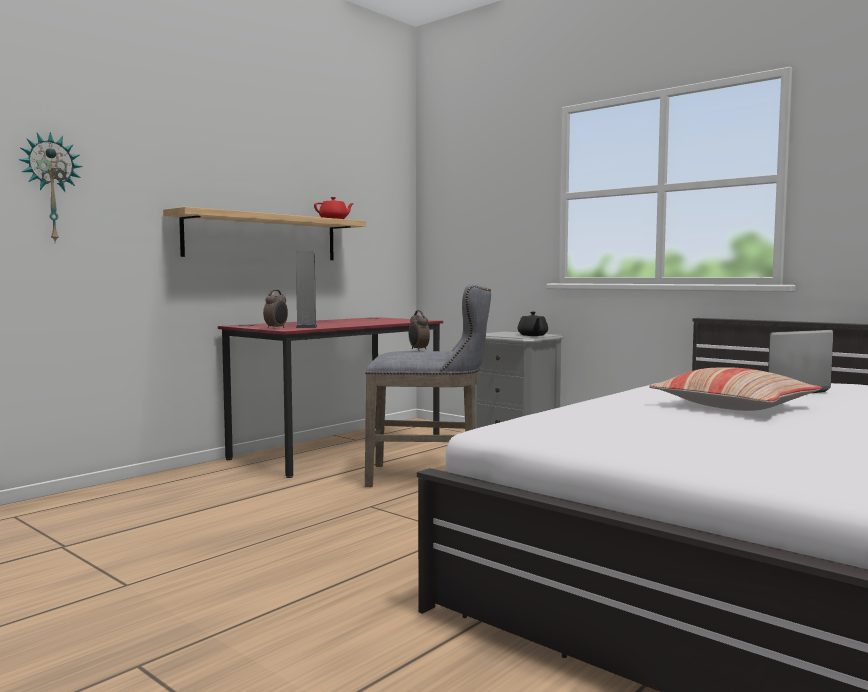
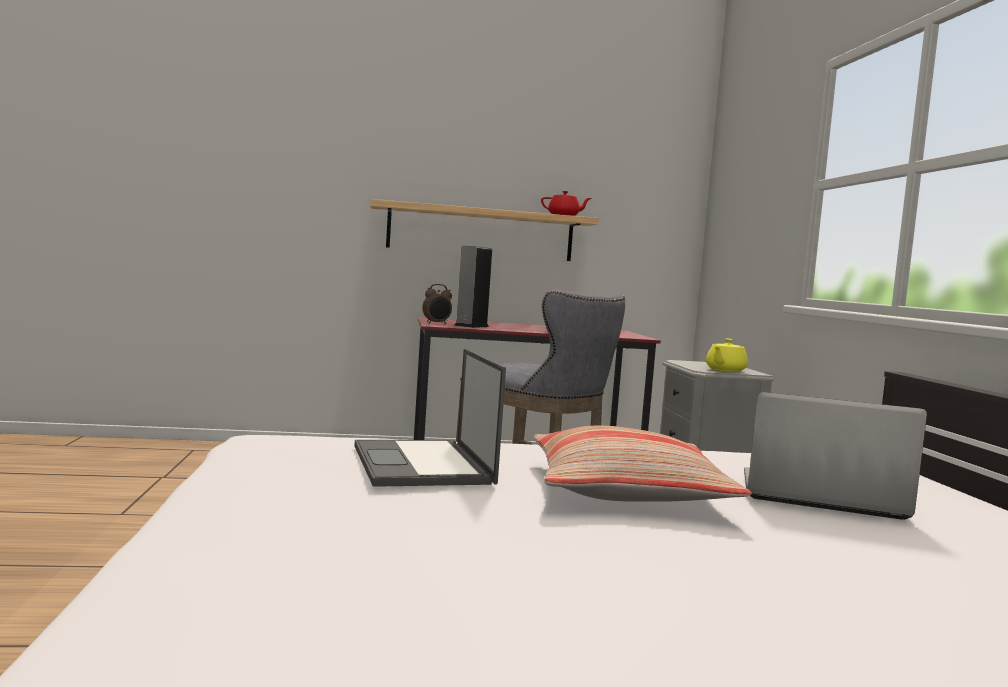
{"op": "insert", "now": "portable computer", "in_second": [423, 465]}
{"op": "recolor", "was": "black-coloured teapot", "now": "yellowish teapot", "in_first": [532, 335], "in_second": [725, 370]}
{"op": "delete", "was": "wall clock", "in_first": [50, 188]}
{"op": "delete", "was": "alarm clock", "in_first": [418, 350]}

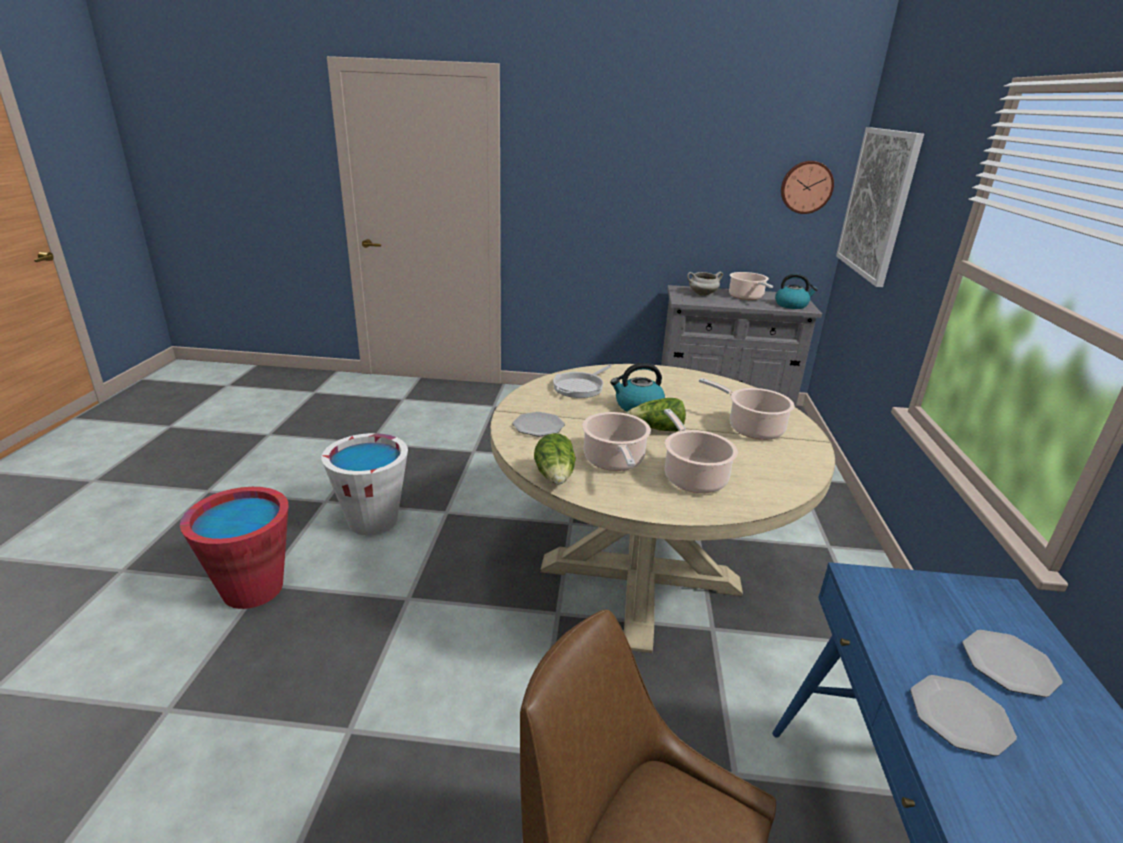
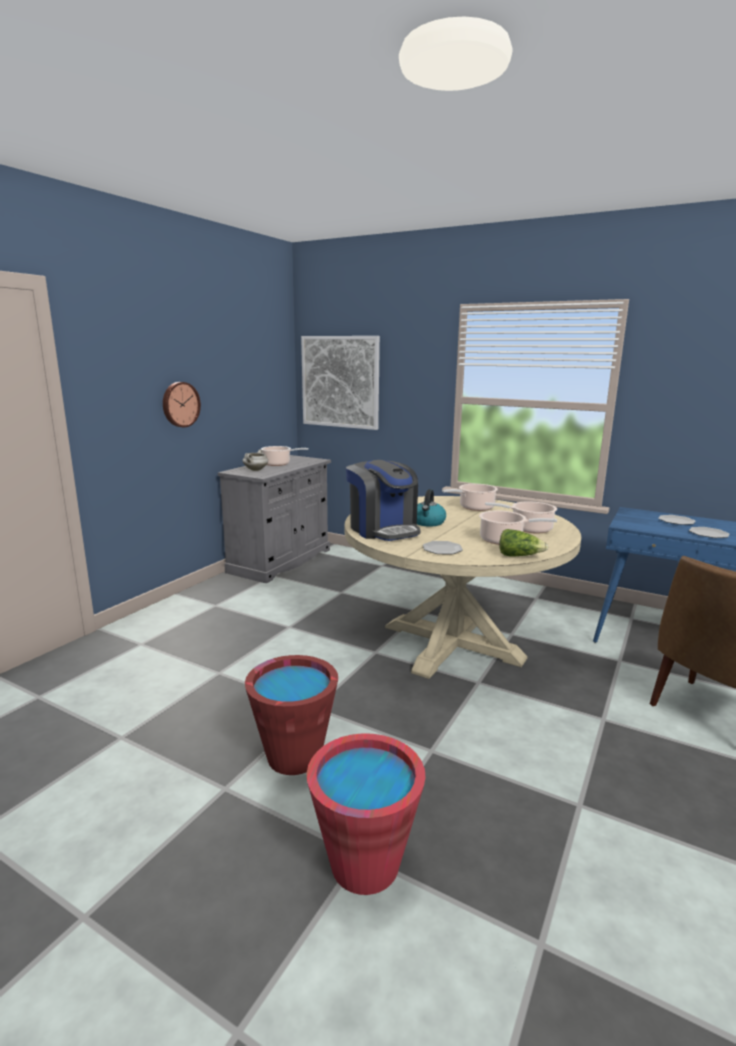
{"op": "move", "was": "wall clock", "in_first": [806, 187], "in_second": [180, 404]}
{"op": "recolor", "was": "white-coloured pail", "now": "red pail", "in_first": [373, 521], "in_second": [294, 756]}
{"op": "replace", "was": "pan", "now": "coffee brewer", "in_first": [580, 387], "in_second": [383, 529]}
{"op": "delete", "was": "lettuce", "in_first": [657, 429]}
{"op": "delete", "was": "kettle", "in_first": [791, 305]}

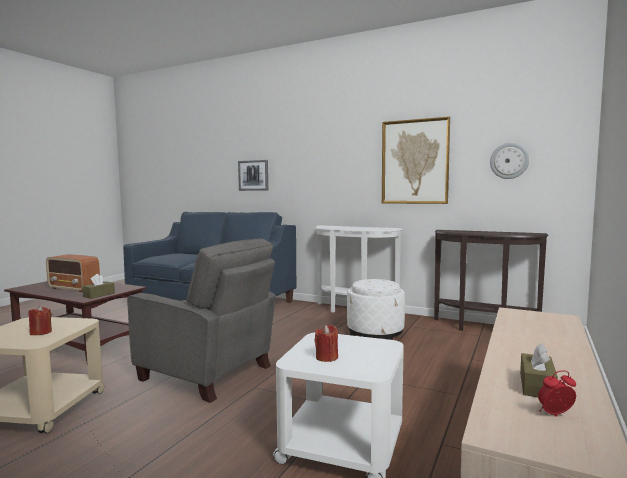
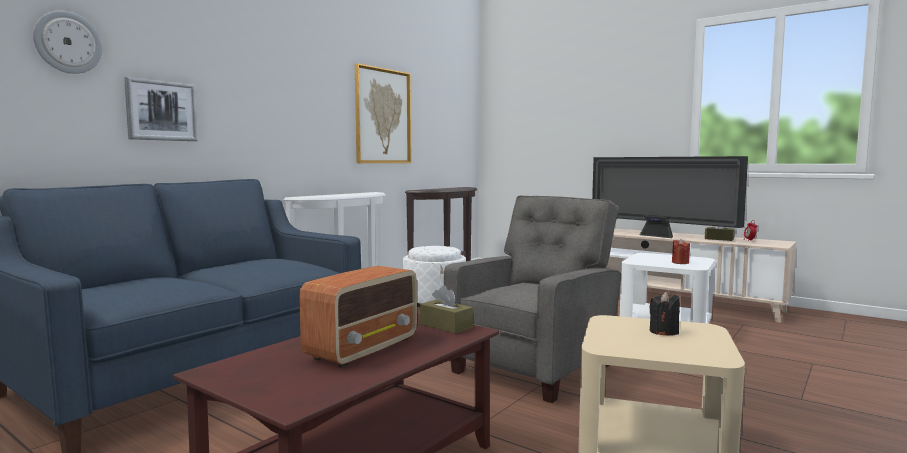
{"op": "move", "was": "wall clock", "in_first": [509, 161], "in_second": [68, 42]}
{"op": "insert", "now": "TV set", "in_second": [659, 236]}
{"op": "recolor", "was": "red wax candle", "now": "black-coloured wax candle", "in_first": [41, 332], "in_second": [663, 332]}

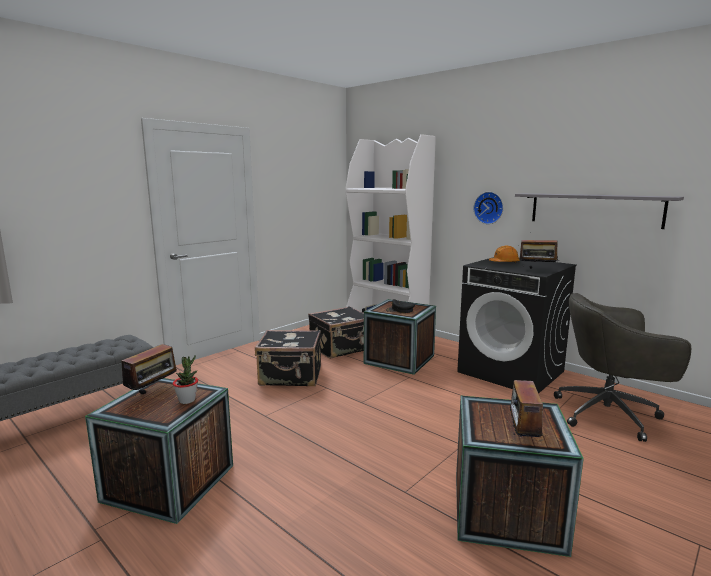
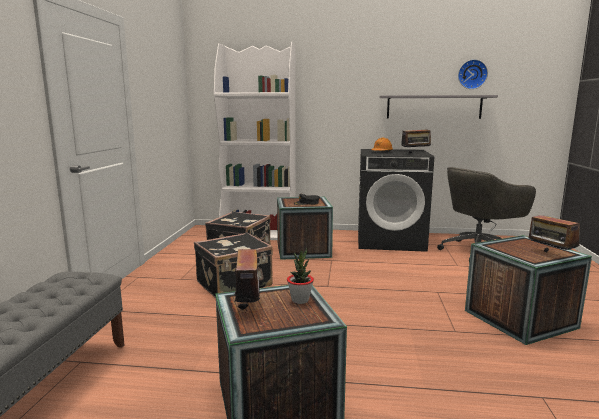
{"op": "move", "was": "wall clock", "in_first": [489, 207], "in_second": [472, 74]}

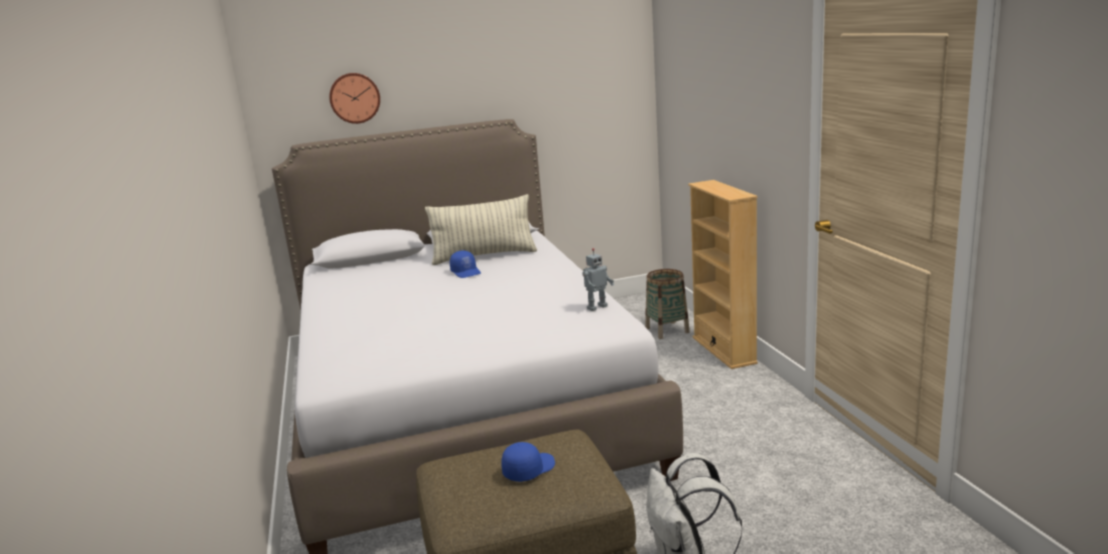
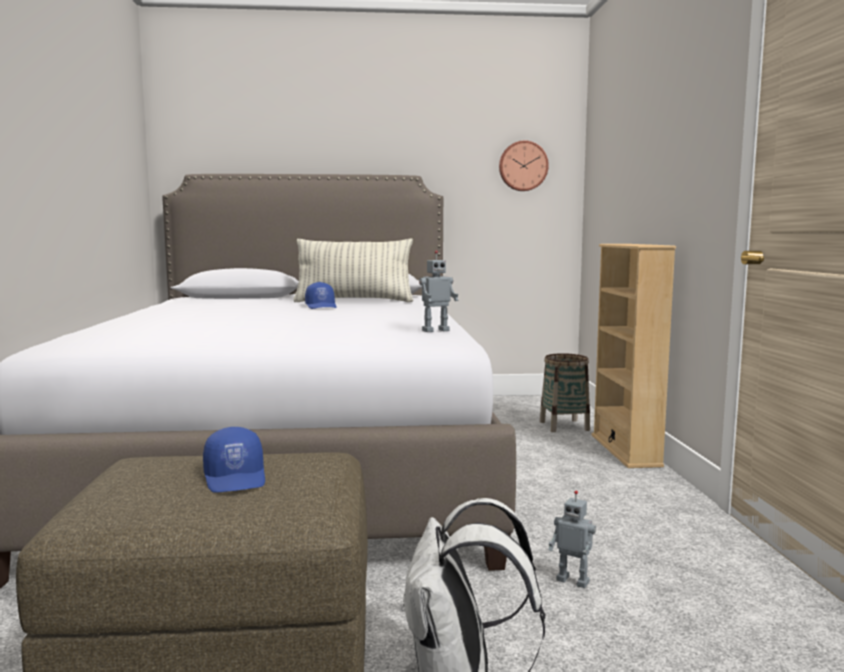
{"op": "rotate", "was": "blue cap", "in_first": [528, 469], "in_second": [236, 478], "clockwise": 105}
{"op": "move", "was": "wall clock", "in_first": [354, 98], "in_second": [523, 166]}
{"op": "insert", "now": "model robot", "in_second": [573, 580]}

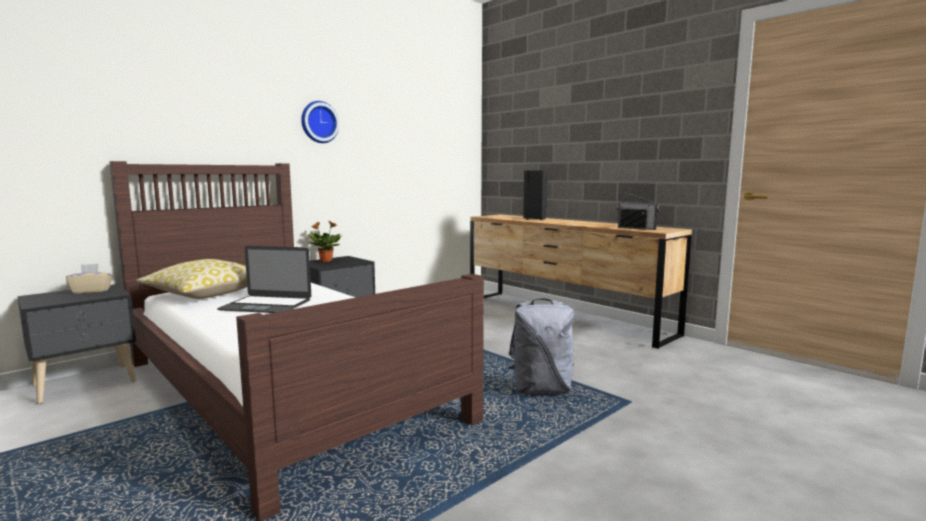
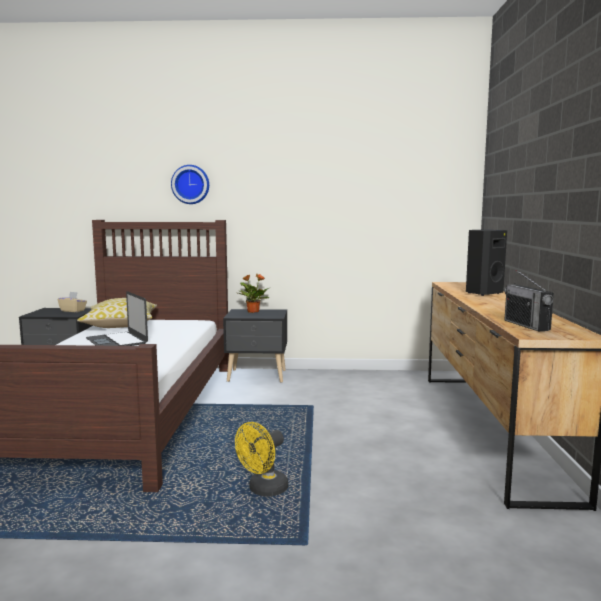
{"op": "move", "was": "wall clock", "in_first": [319, 122], "in_second": [191, 184]}
{"op": "replace", "was": "greyish knapsack", "now": "yellowish cooling fan", "in_first": [541, 389], "in_second": [264, 490]}

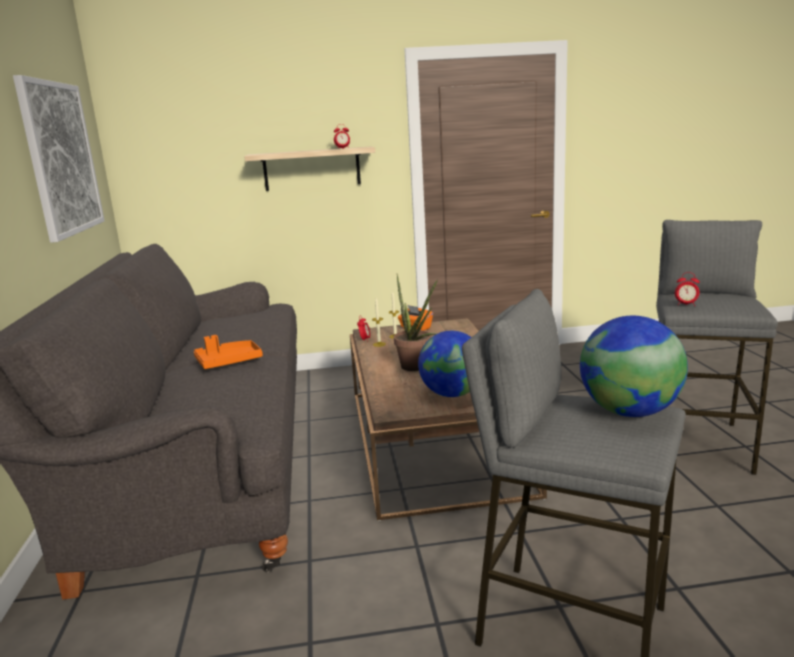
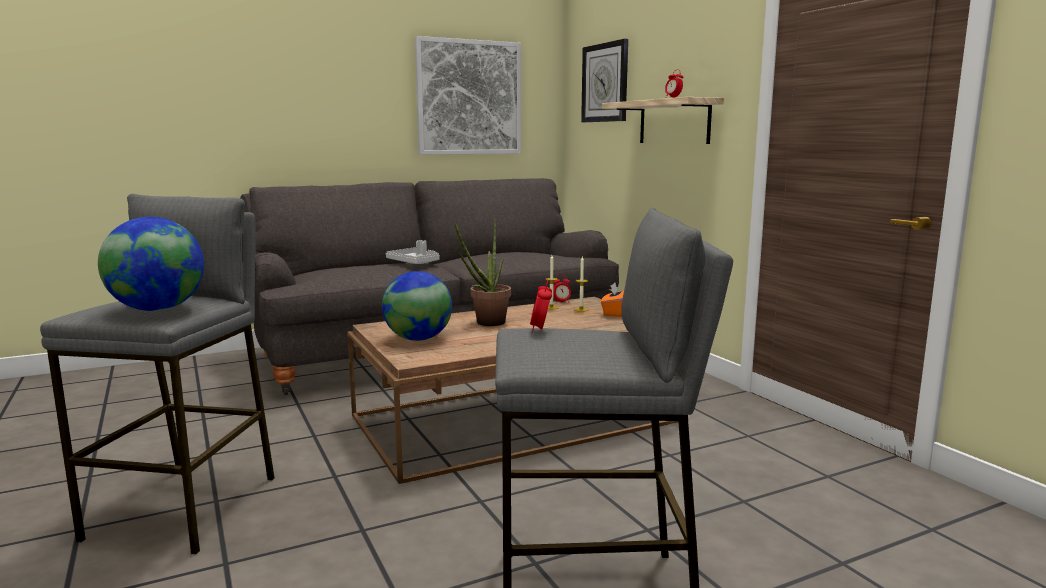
{"op": "recolor", "was": "orange-coloured carrying tray", "now": "greyish carrying tray", "in_first": [228, 362], "in_second": [415, 263]}
{"op": "insert", "now": "wall clock", "in_second": [605, 83]}

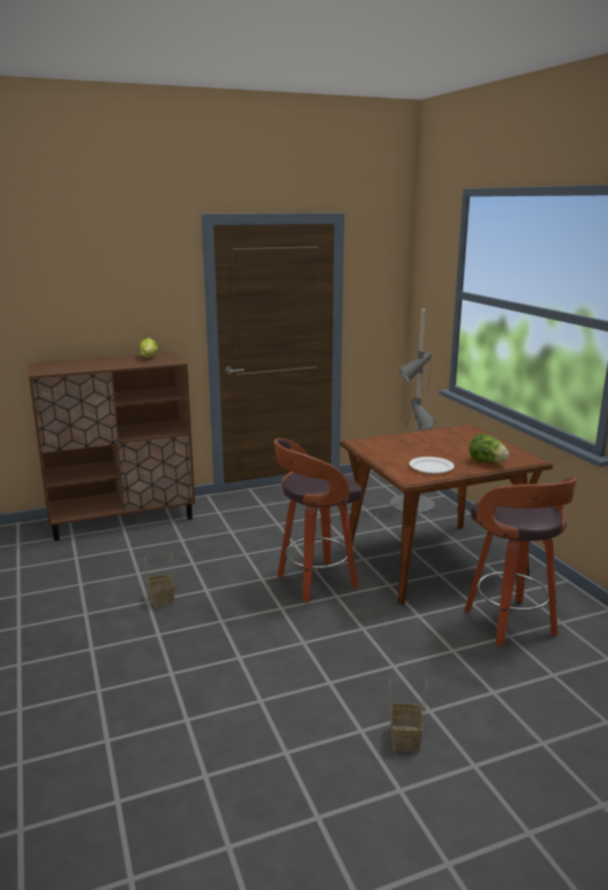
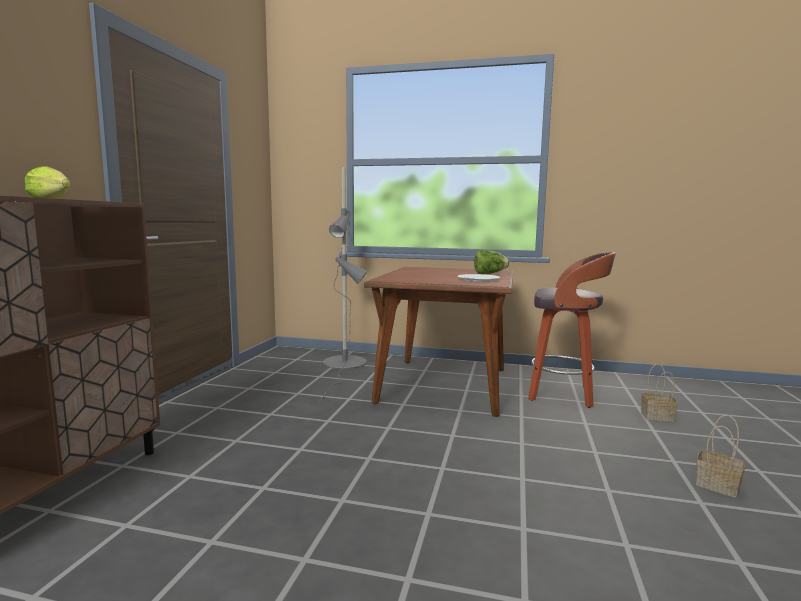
{"op": "move", "was": "storage basket", "in_first": [161, 599], "in_second": [656, 417]}
{"op": "delete", "was": "stool seat", "in_first": [315, 583]}

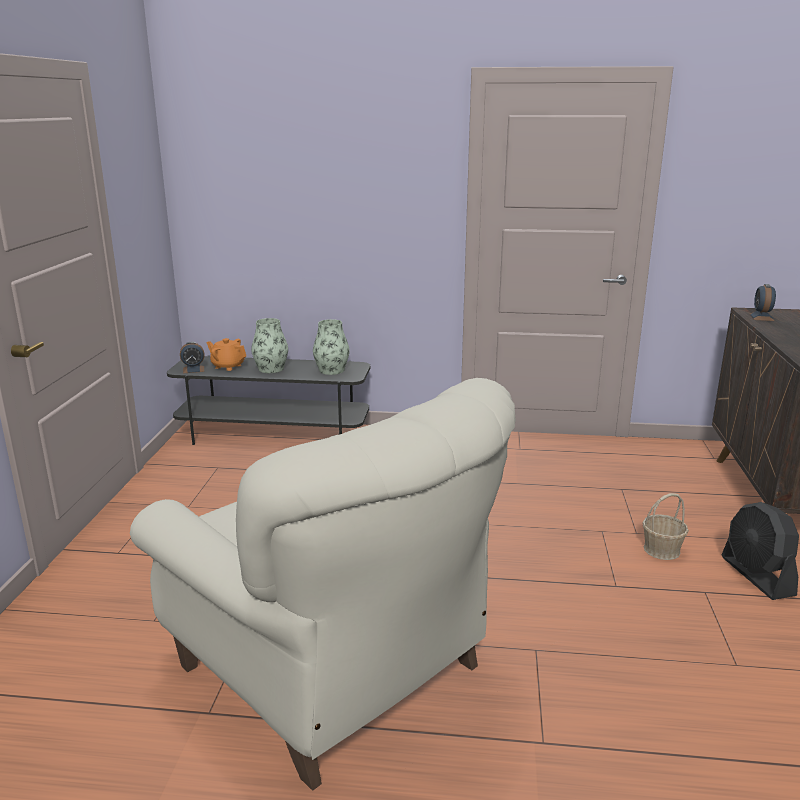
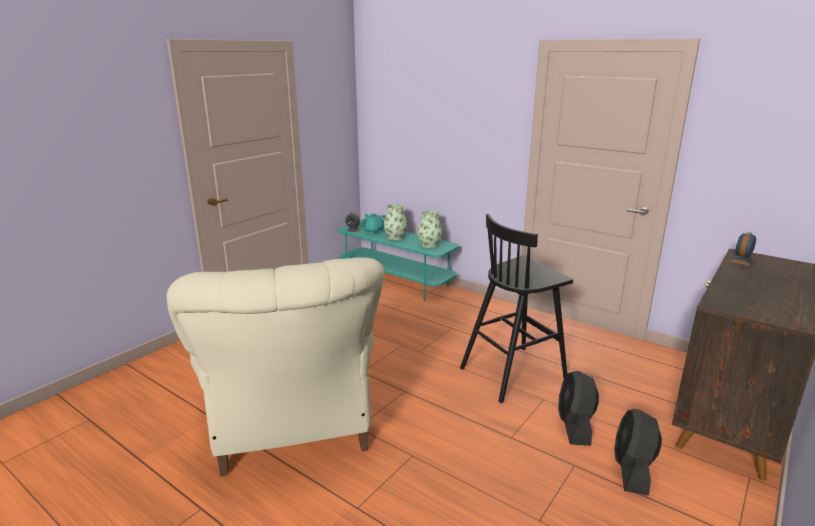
{"op": "recolor", "was": "greyish tv unit", "now": "blue-green tv unit", "in_first": [275, 435], "in_second": [396, 281]}
{"op": "recolor", "was": "orange-coloured teapot", "now": "blue-green teapot", "in_first": [228, 366], "in_second": [373, 231]}
{"op": "insert", "now": "black-coloured stool seat", "in_second": [514, 373]}
{"op": "replace", "was": "storage basket", "now": "black-coloured cooling fan", "in_first": [662, 550], "in_second": [575, 426]}

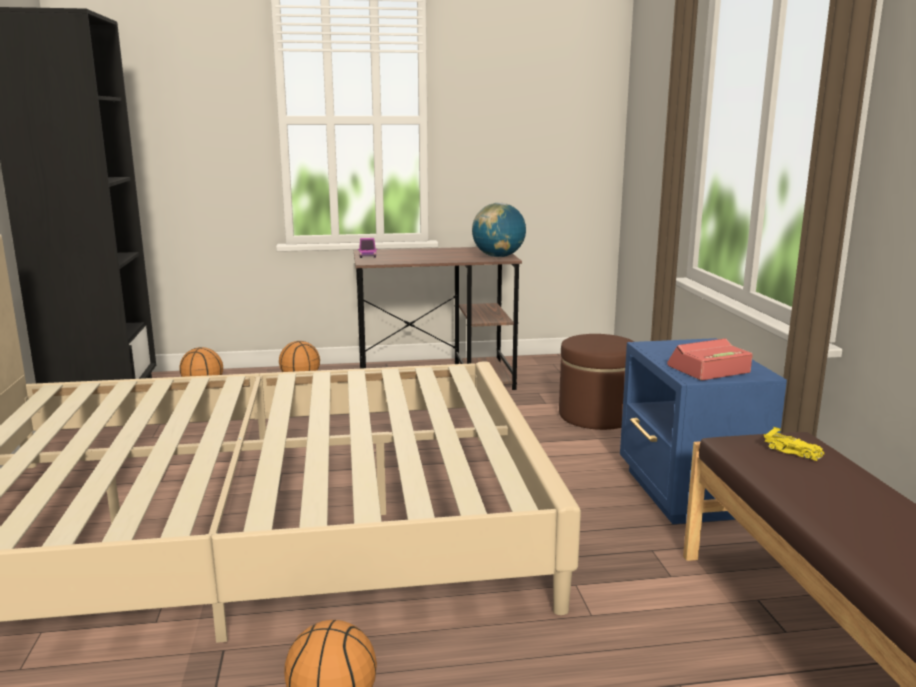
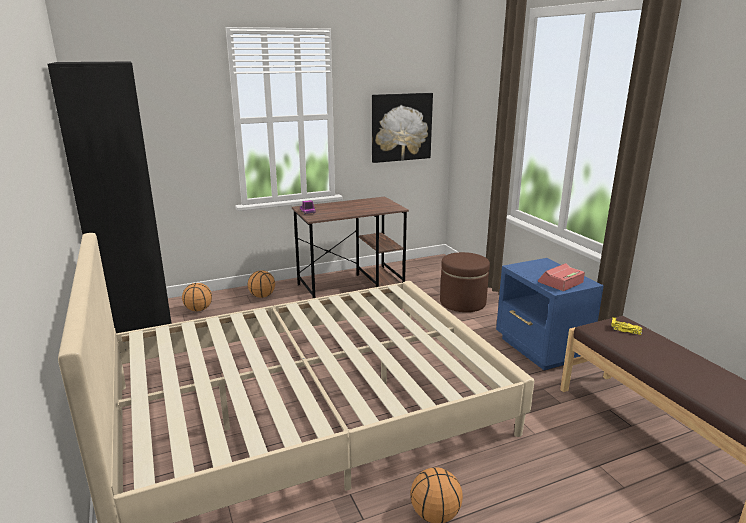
{"op": "insert", "now": "wall art", "in_second": [401, 127]}
{"op": "delete", "was": "globe", "in_first": [498, 256]}

